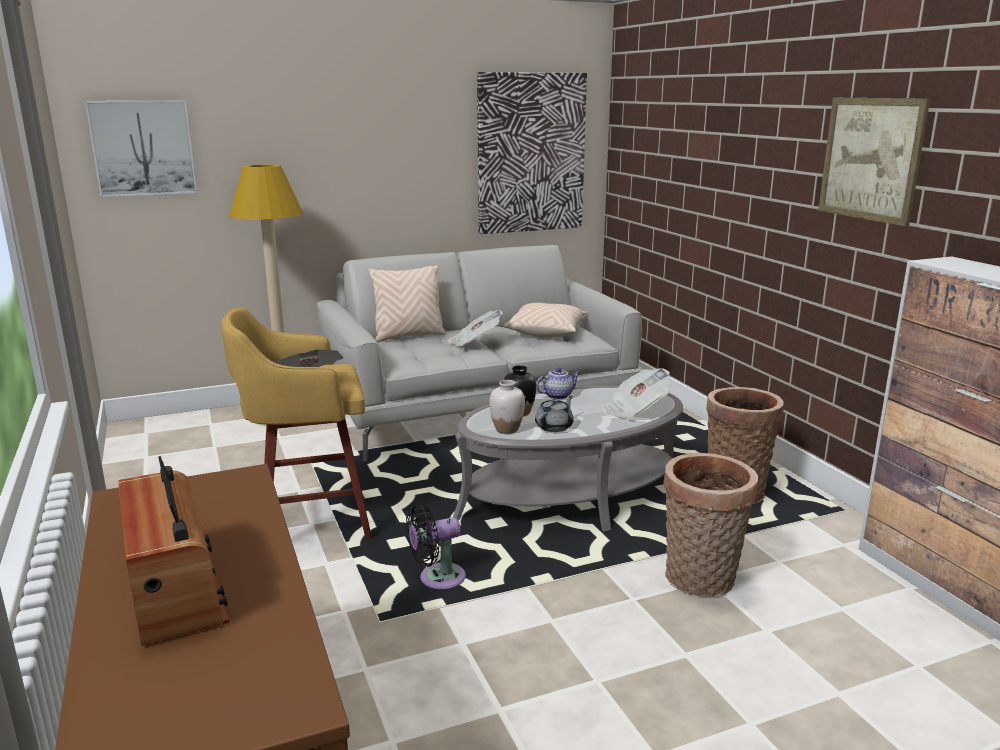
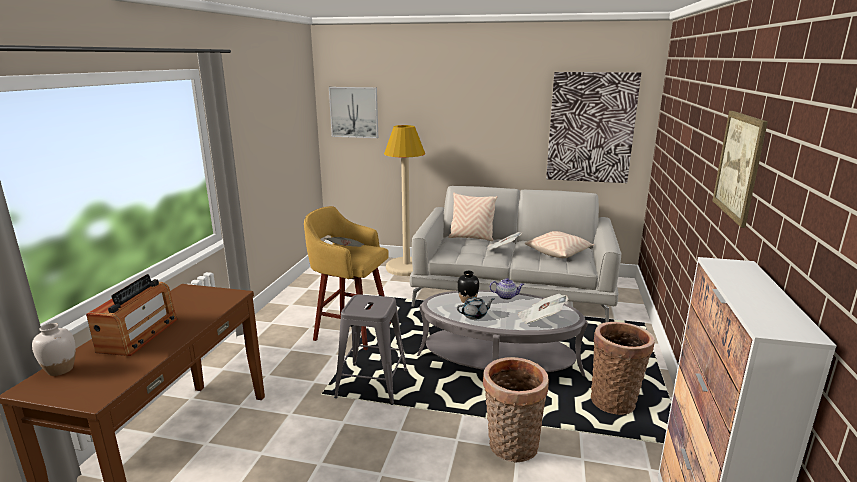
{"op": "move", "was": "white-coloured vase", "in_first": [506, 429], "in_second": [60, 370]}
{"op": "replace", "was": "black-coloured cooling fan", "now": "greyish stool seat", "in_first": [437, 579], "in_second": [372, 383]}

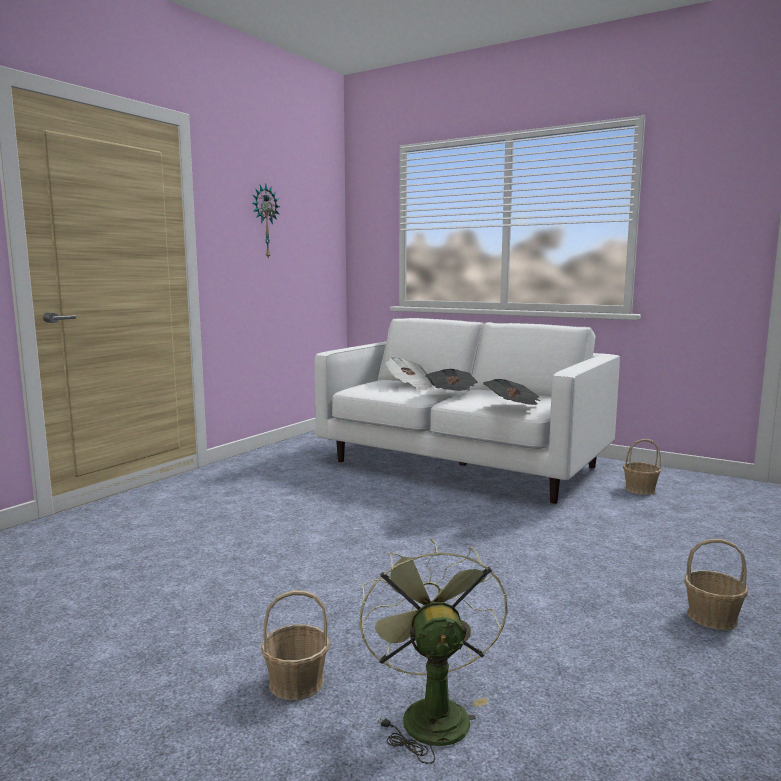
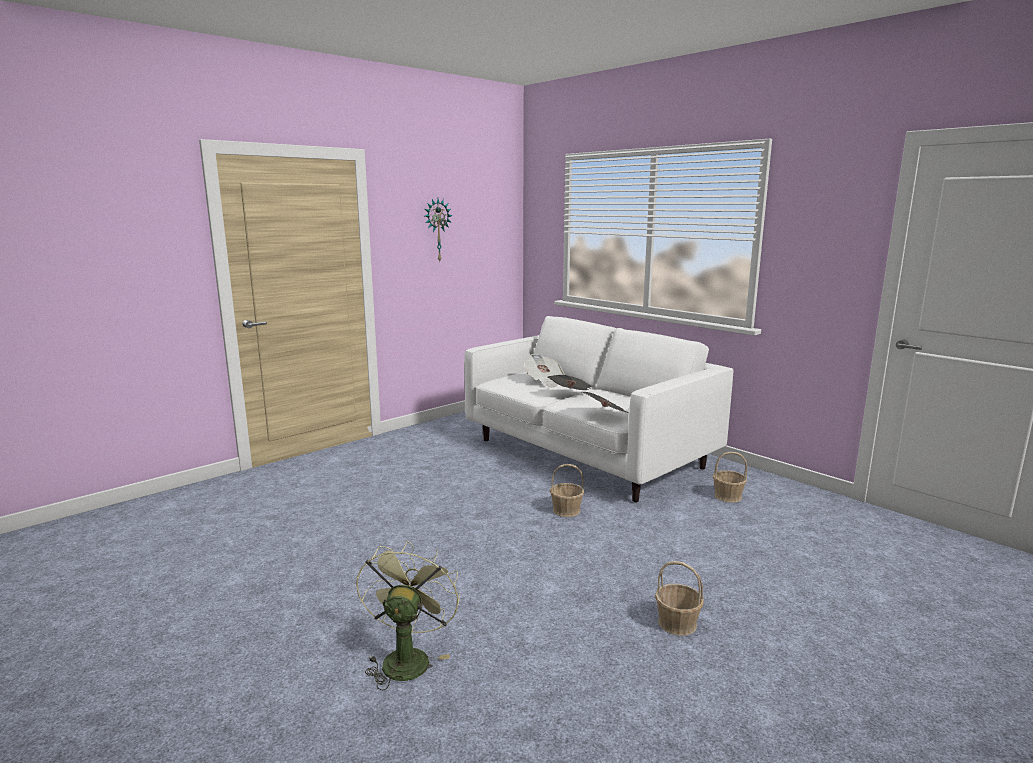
{"op": "move", "was": "storage basket", "in_first": [296, 682], "in_second": [566, 510]}

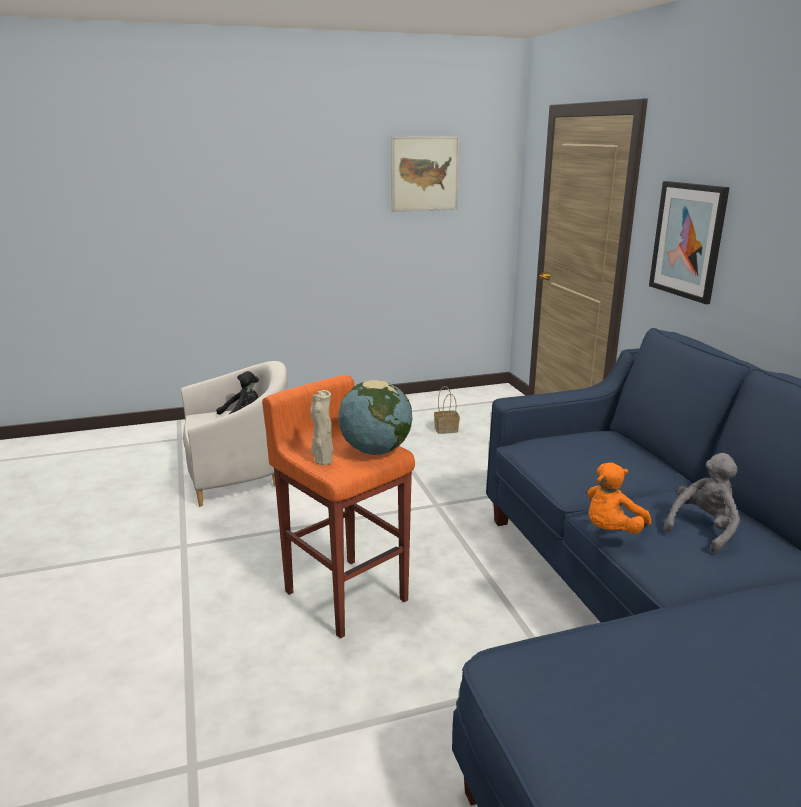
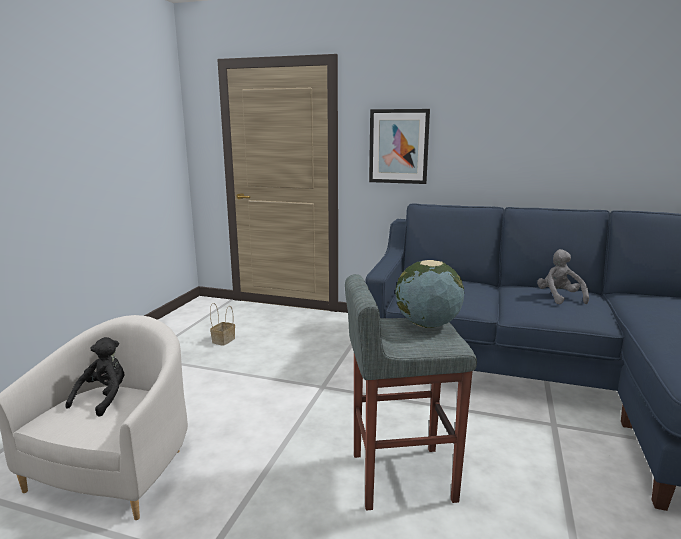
{"op": "recolor", "was": "orange-coloured stool seat", "now": "greyish stool seat", "in_first": [346, 594], "in_second": [400, 476]}
{"op": "delete", "was": "sand-coloured vase", "in_first": [322, 461]}
{"op": "delete", "was": "wall art", "in_first": [425, 174]}
{"op": "delete", "was": "orange-coloured plush toy", "in_first": [611, 530]}

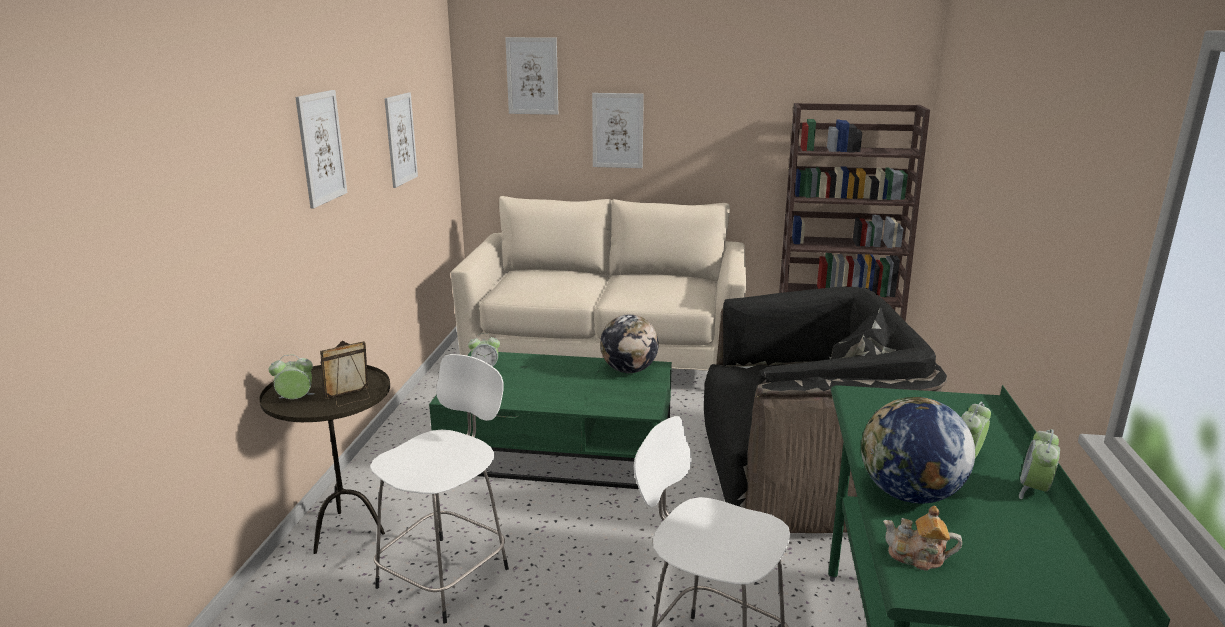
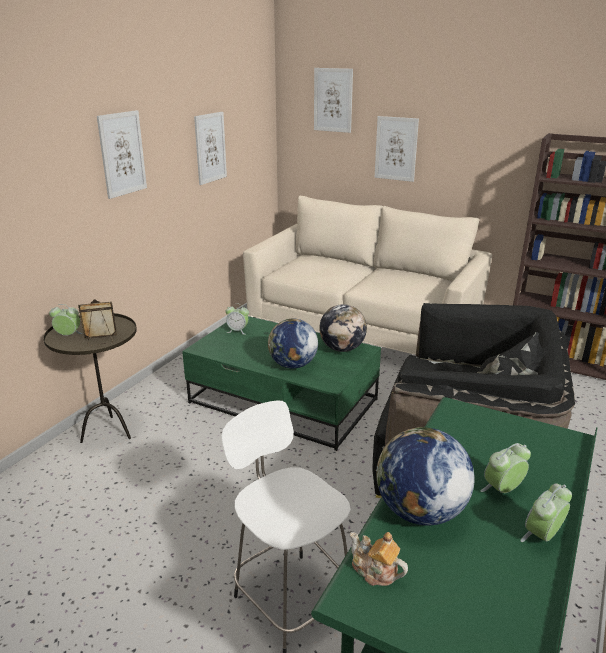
{"op": "insert", "now": "globe", "in_second": [292, 365]}
{"op": "delete", "was": "white-coloured stool seat", "in_first": [446, 575]}

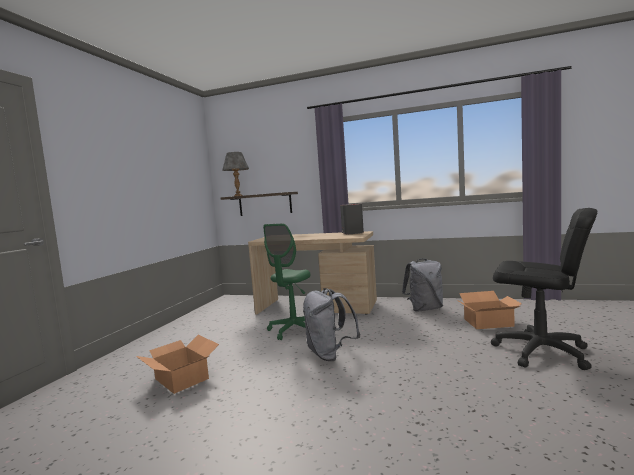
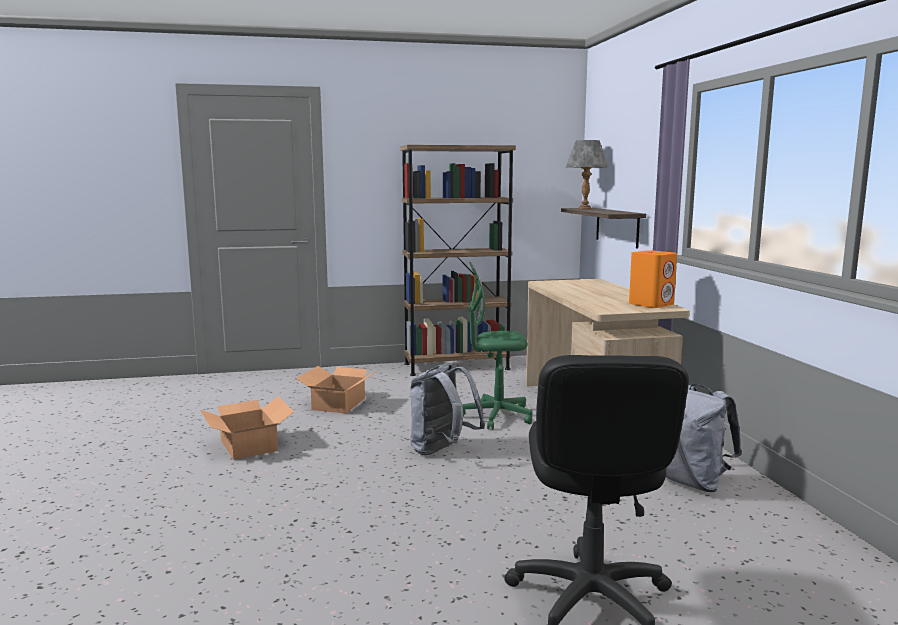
{"op": "move", "was": "packing box", "in_first": [487, 322], "in_second": [249, 445]}
{"op": "insert", "now": "brown bookshelf", "in_second": [456, 366]}
{"op": "recolor", "was": "greyish loudspeaker", "now": "orange-coloured loudspeaker", "in_first": [352, 233], "in_second": [651, 304]}

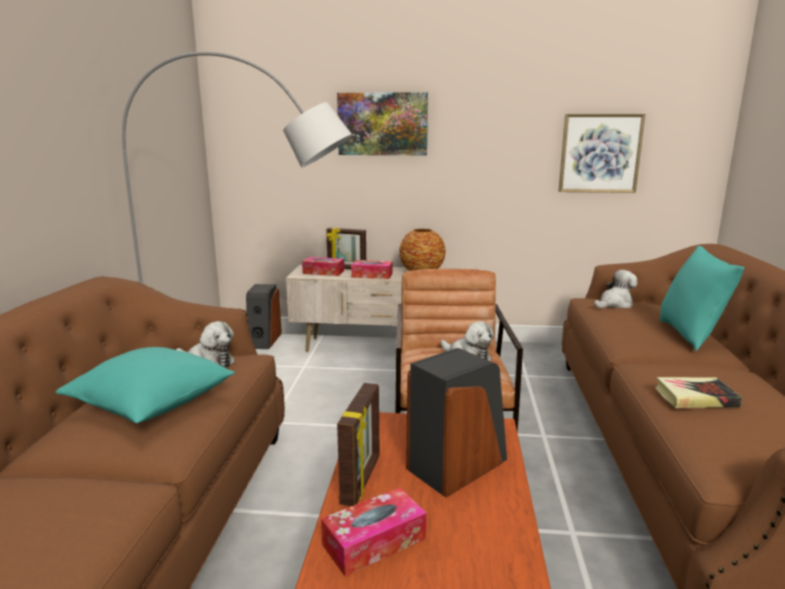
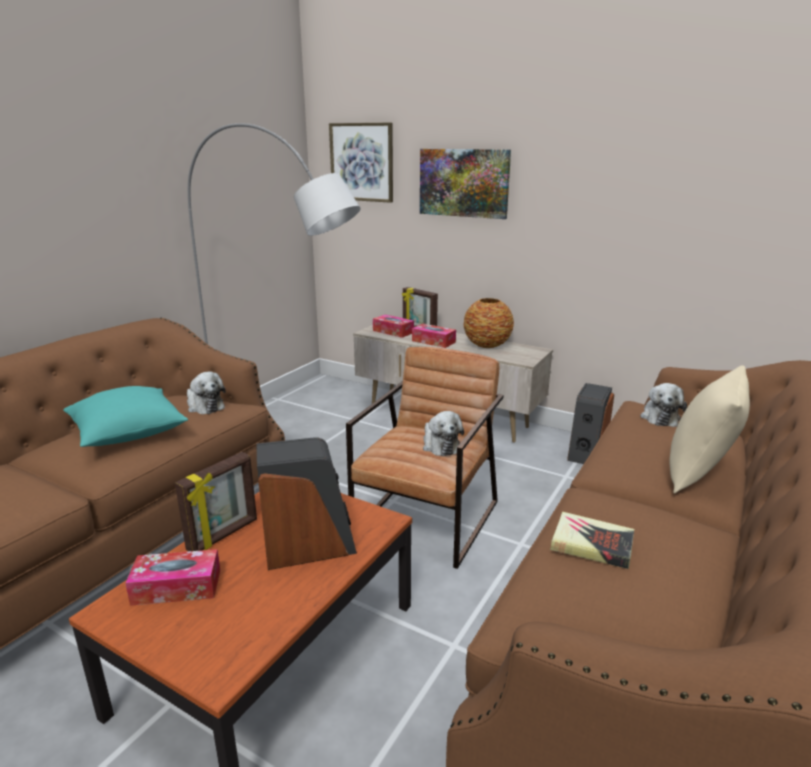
{"op": "move", "was": "wall art", "in_first": [600, 153], "in_second": [362, 162]}
{"op": "move", "was": "loudspeaker", "in_first": [264, 340], "in_second": [586, 452]}
{"op": "rotate", "was": "plush toy", "in_first": [614, 304], "in_second": [659, 417], "clockwise": 105}
{"op": "recolor", "was": "blue-green throw pillow", "now": "sand-coloured throw pillow", "in_first": [690, 335], "in_second": [699, 473]}

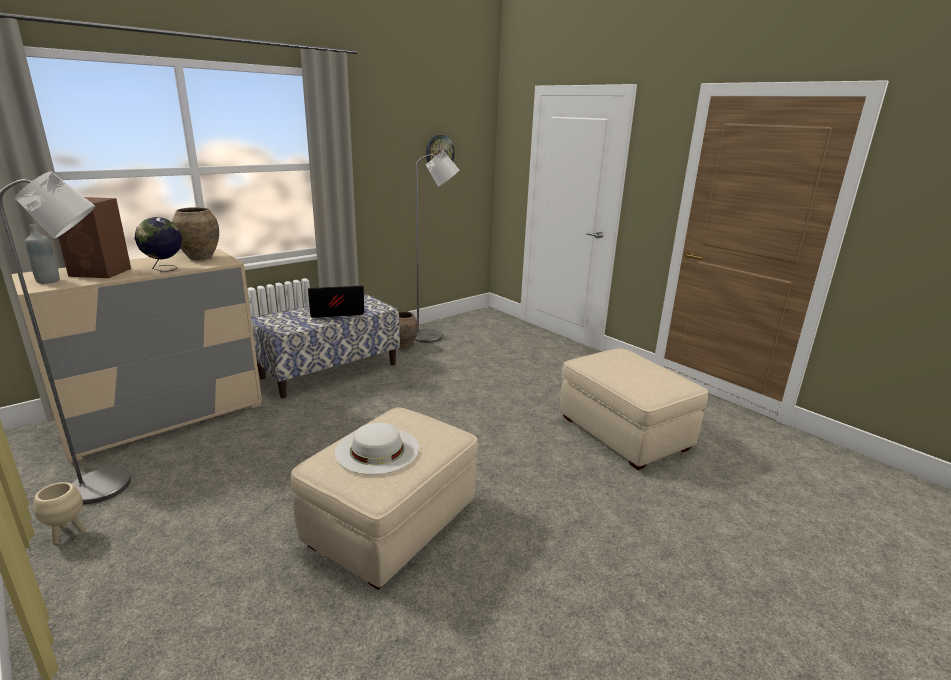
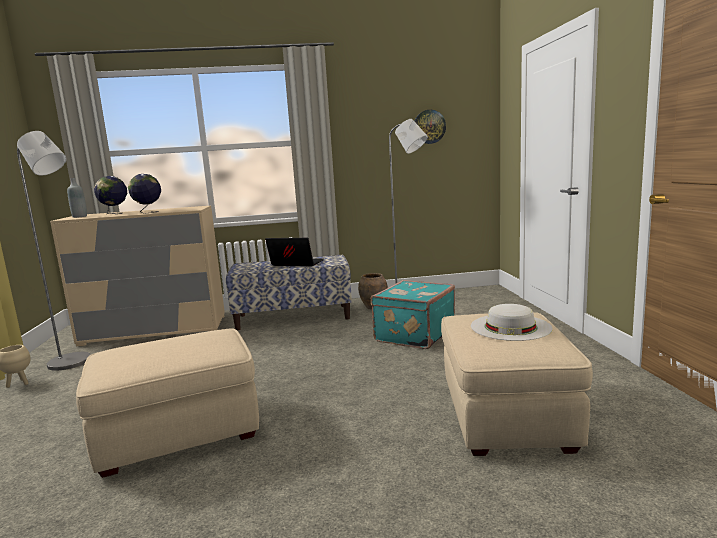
{"op": "replace", "was": "brown loudspeaker", "now": "globe", "in_first": [102, 272], "in_second": [114, 214]}
{"op": "insert", "now": "blue-green suitcase", "in_second": [413, 335]}
{"op": "move", "was": "white-coloured clothing hat", "in_first": [377, 450], "in_second": [510, 327]}
{"op": "delete", "was": "brown vase", "in_first": [200, 257]}

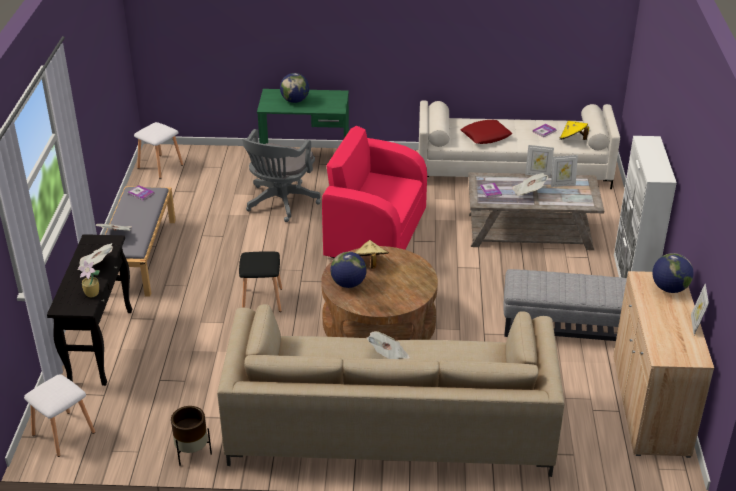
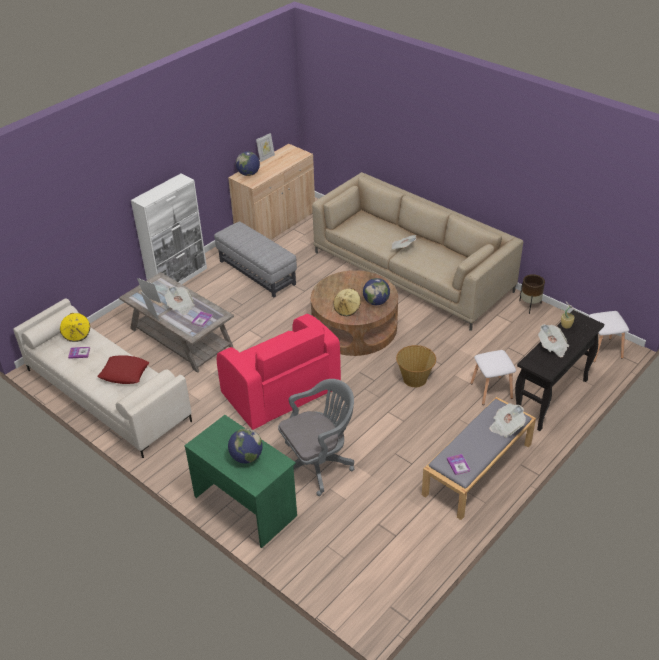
{"op": "replace", "was": "black-coloured stool seat", "now": "storage basket", "in_first": [261, 300], "in_second": [415, 378]}
{"op": "move", "was": "white-coloured stool seat", "in_first": [159, 166], "in_second": [492, 391]}

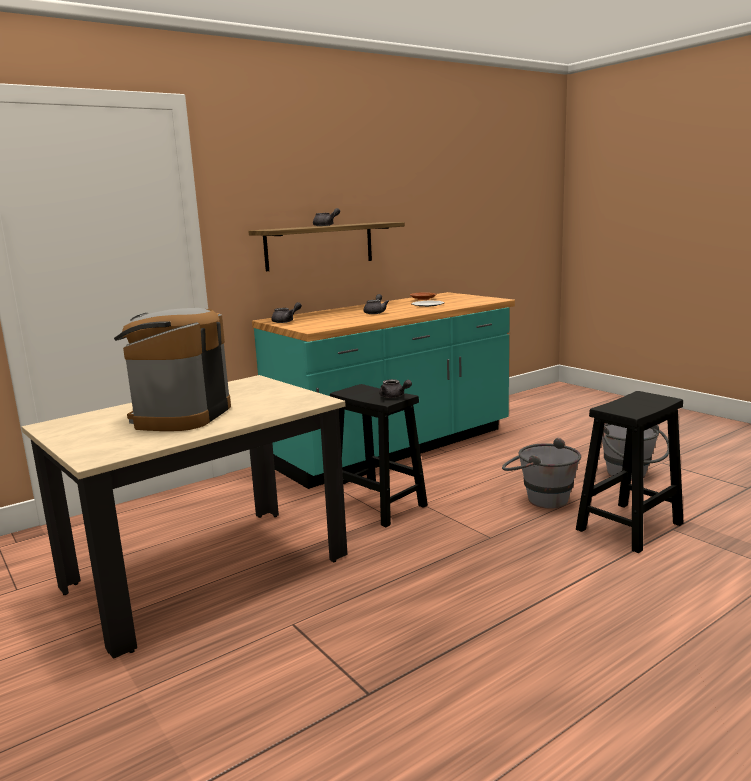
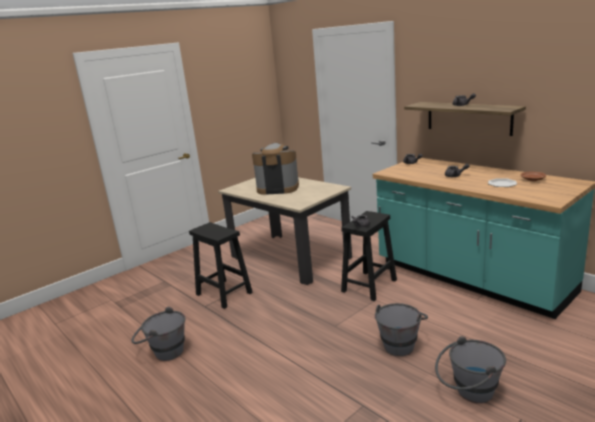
{"op": "insert", "now": "greyish pail", "in_second": [163, 352]}
{"op": "move", "was": "black-coloured stool seat", "in_first": [629, 527], "in_second": [223, 293]}

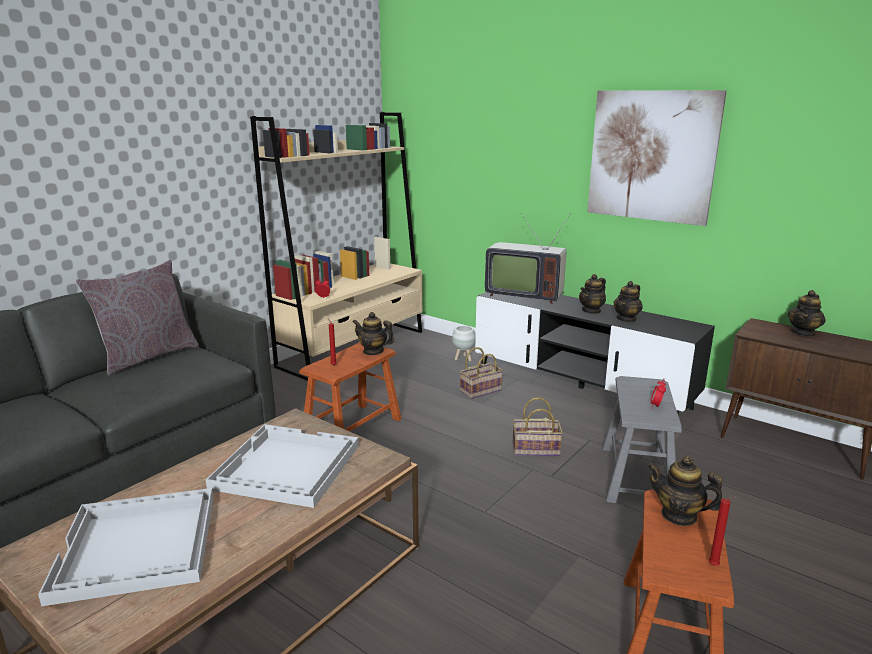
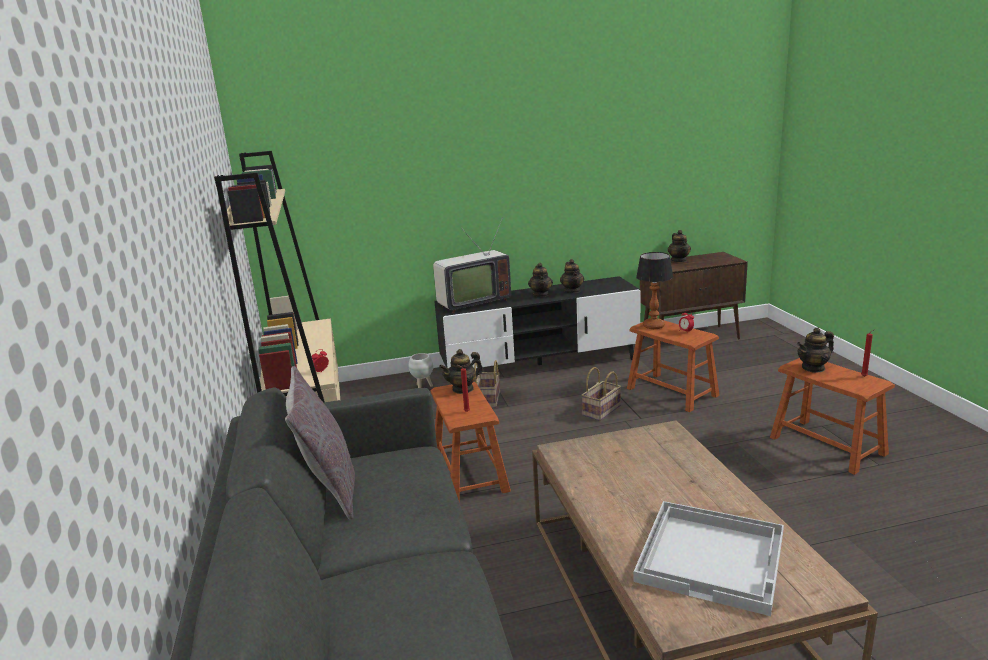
{"op": "recolor", "was": "greyish stool seat", "now": "brown stool seat", "in_first": [637, 476], "in_second": [672, 392]}
{"op": "insert", "now": "lamp for a table", "in_second": [654, 326]}
{"op": "delete", "was": "white-coloured carrying tray", "in_first": [285, 467]}
{"op": "delete", "was": "wall art", "in_first": [651, 156]}

